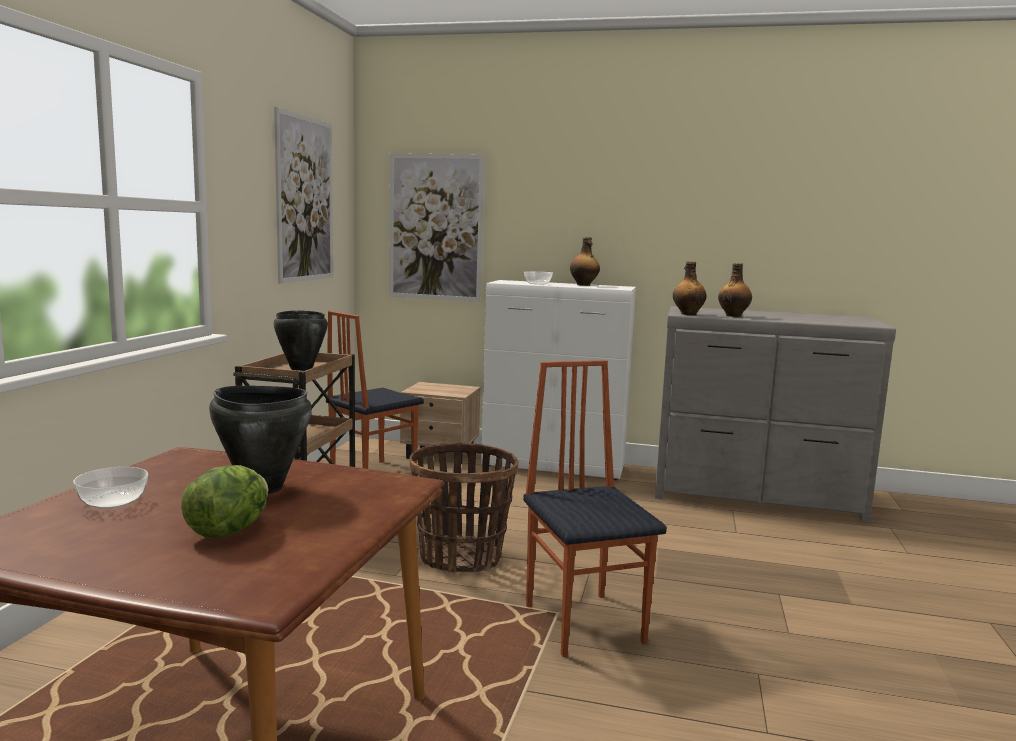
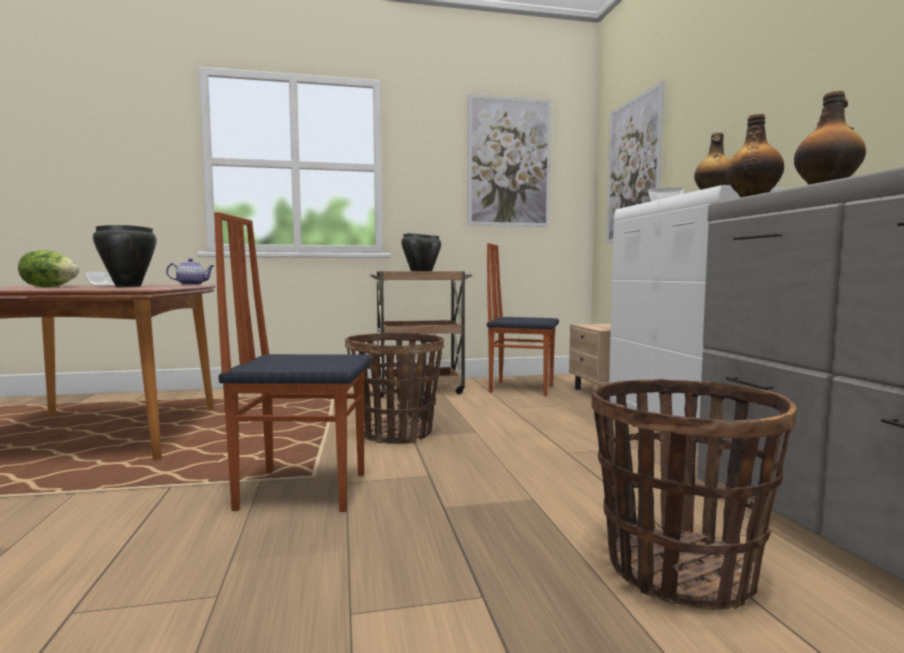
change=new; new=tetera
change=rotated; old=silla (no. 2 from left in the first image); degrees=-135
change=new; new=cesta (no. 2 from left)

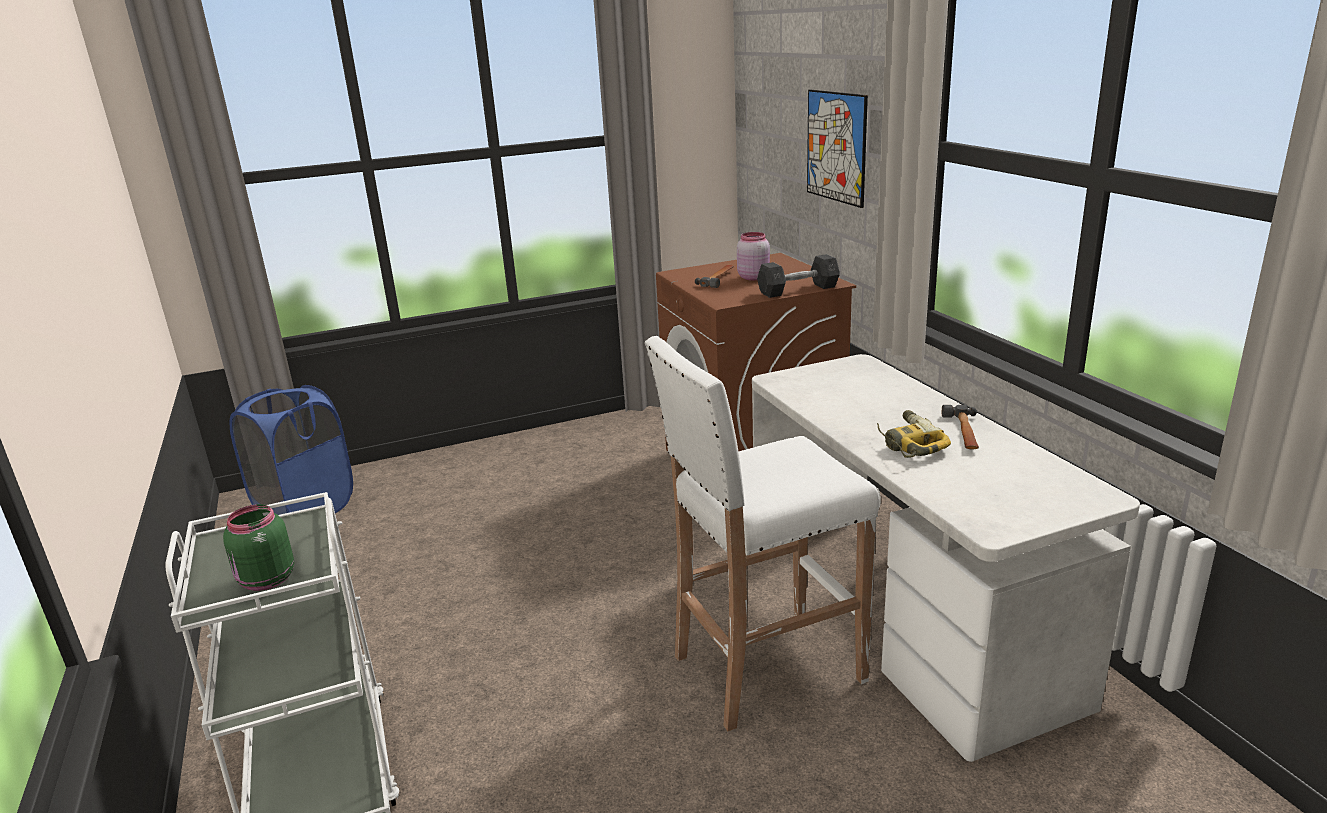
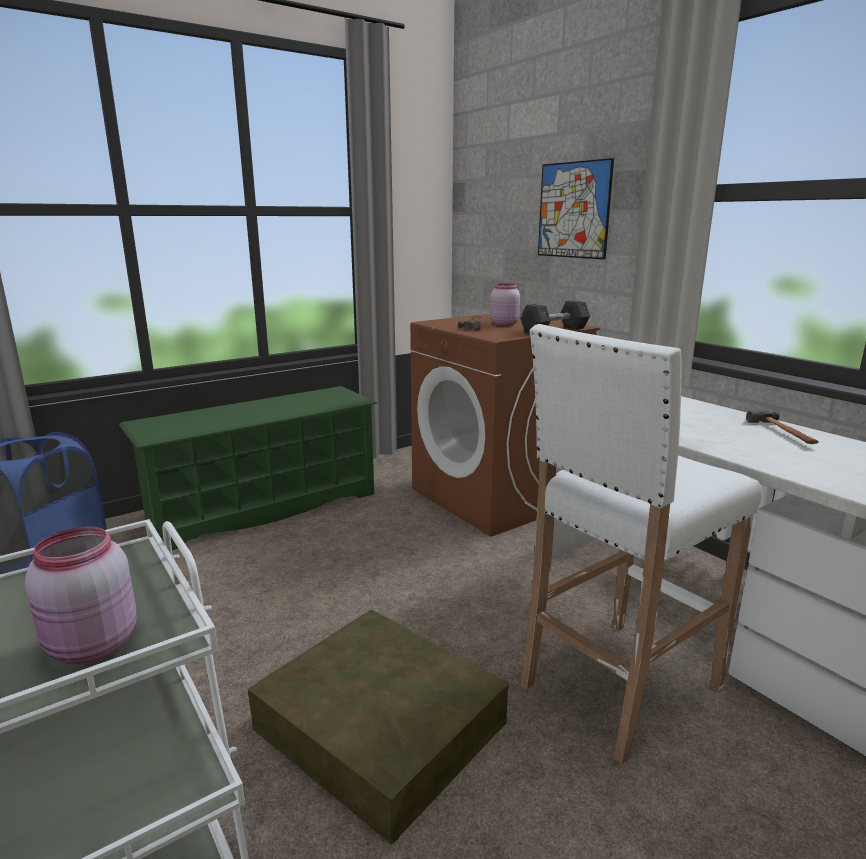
change=repainted; old=tarro/verde; new=tarro/rosa (no. 1 from left)
change=new; new=zapatero/verde
change=new; new=caja de almacenaje/marrón
change=gone; old=taladro

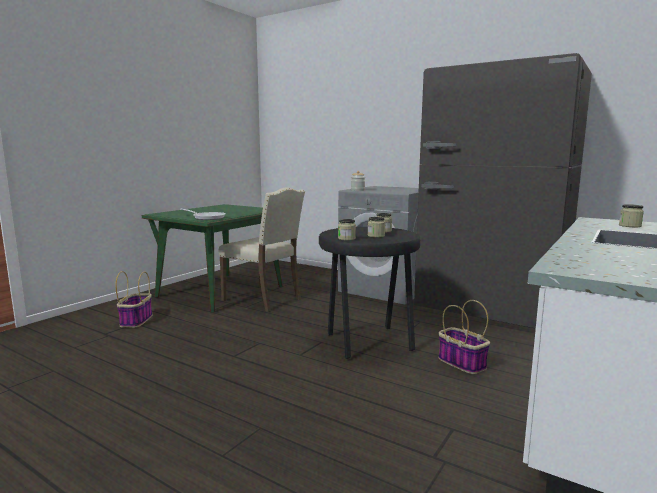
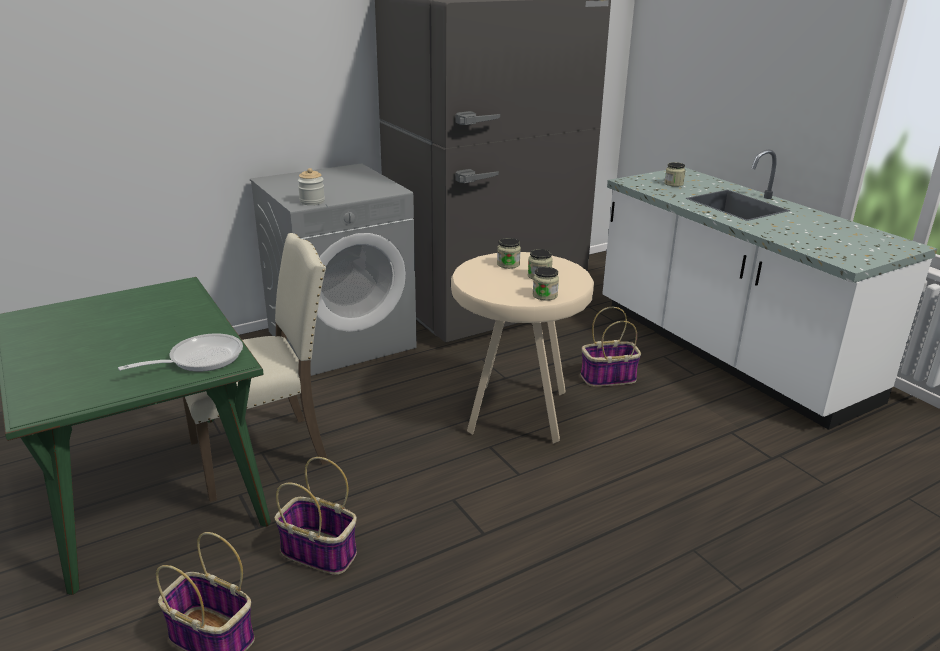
change=new; new=cesta (no. 2 from left)
change=repainted; old=taburete/negro; new=taburete/beis

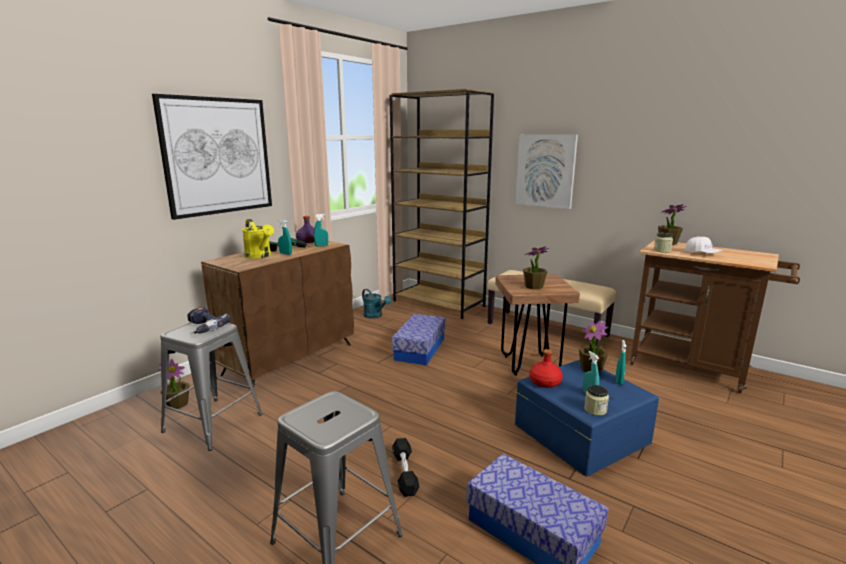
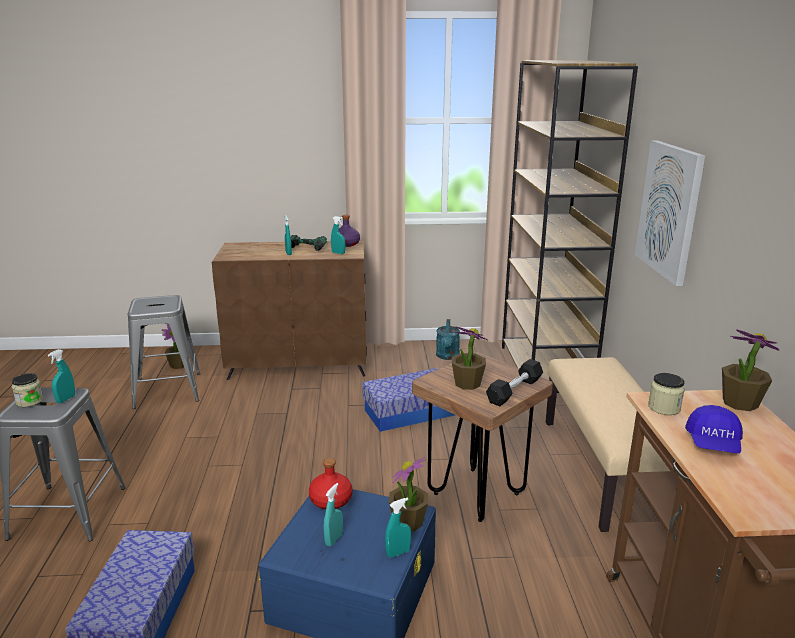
change=shifted; old=tarro (no. 1 from left)
change=new; new=pulverizador/turquesa (no. 1 from left)
change=shifted; old=mancuerna/negro
change=repainted; old=gorra/blanco; new=gorra/azul
change=gone; old=cuadro (no. 1 from left)
change=gone; old=taladro (no. 1 from left)
change=gone; old=regadera/amarillo

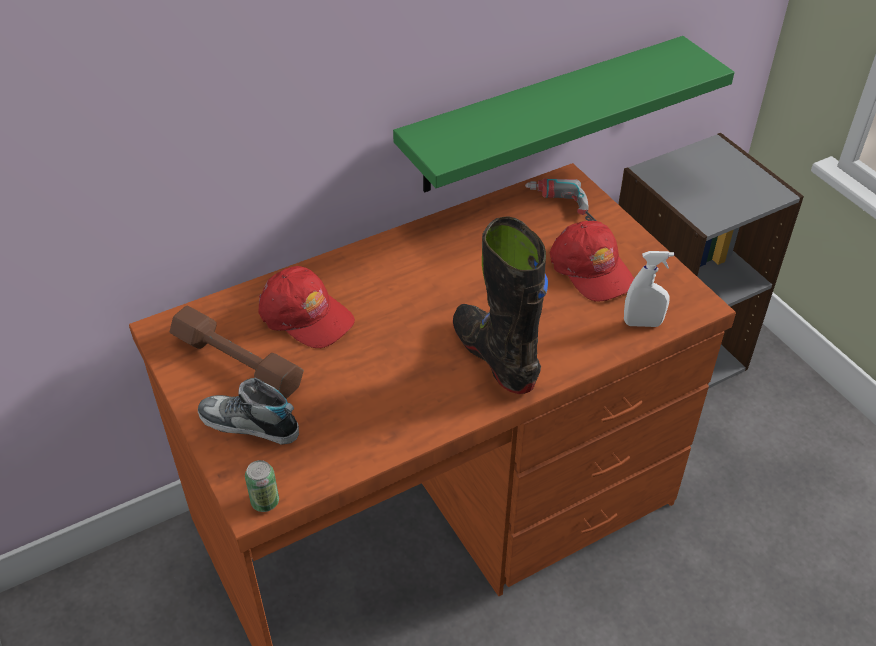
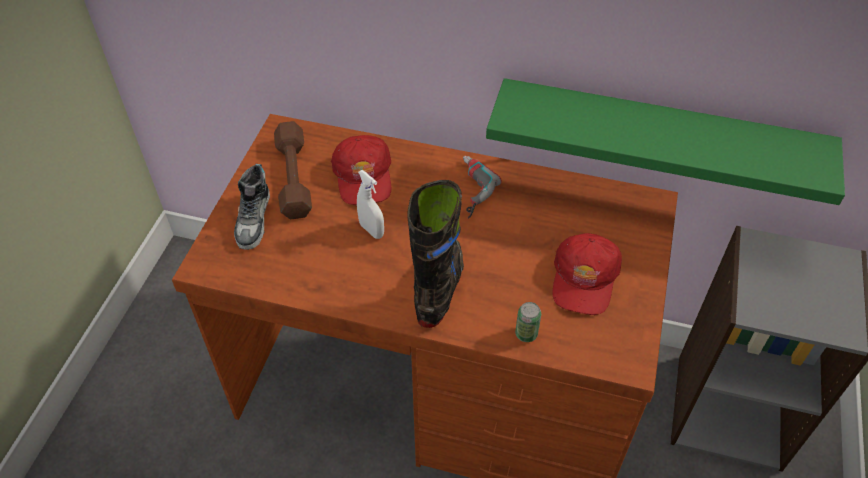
change=rotated; old=zapato; degrees=-150
change=shifted; old=pulverizador/blanco
change=shifted; old=taladro
change=shifted; old=lata

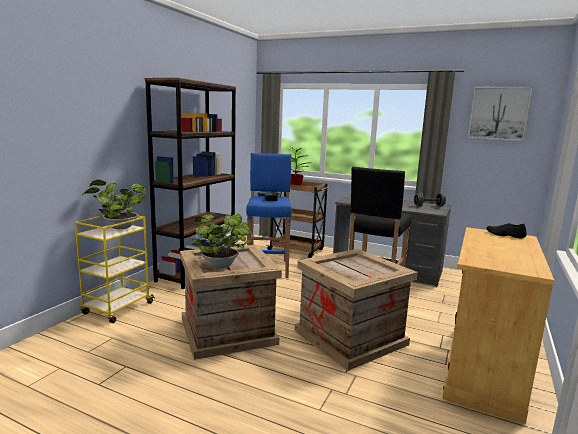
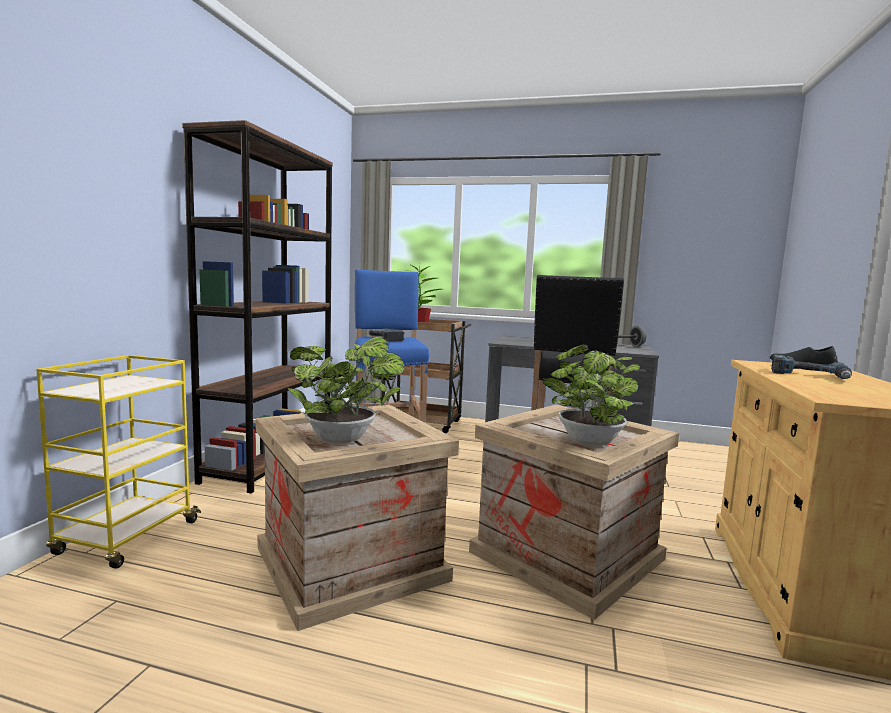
change=shifted; old=planta en maceta (no. 1 from left in the first image); new=planta en maceta (no. 3 from left)
change=new; new=taladro (no. 2 from left)
change=gone; old=cuadro

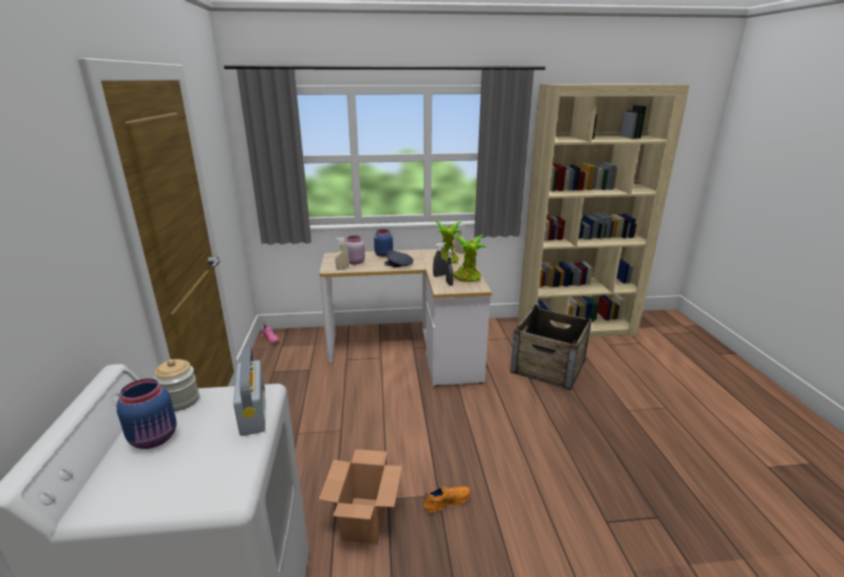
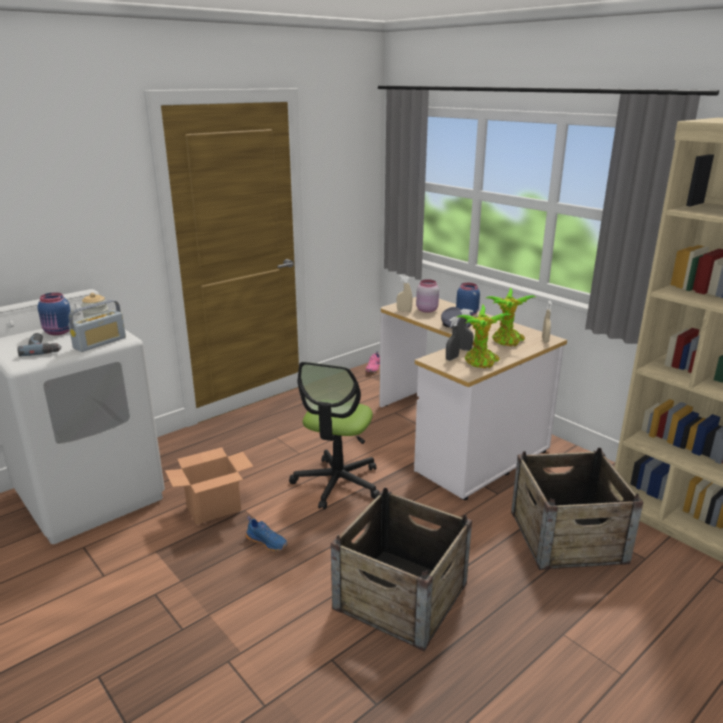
change=new; new=taladro
change=repainted; old=zapato/naranja; new=zapato/azul
change=new; new=silla de oficina
change=new; new=caja de embalaje (no. 1 from left)

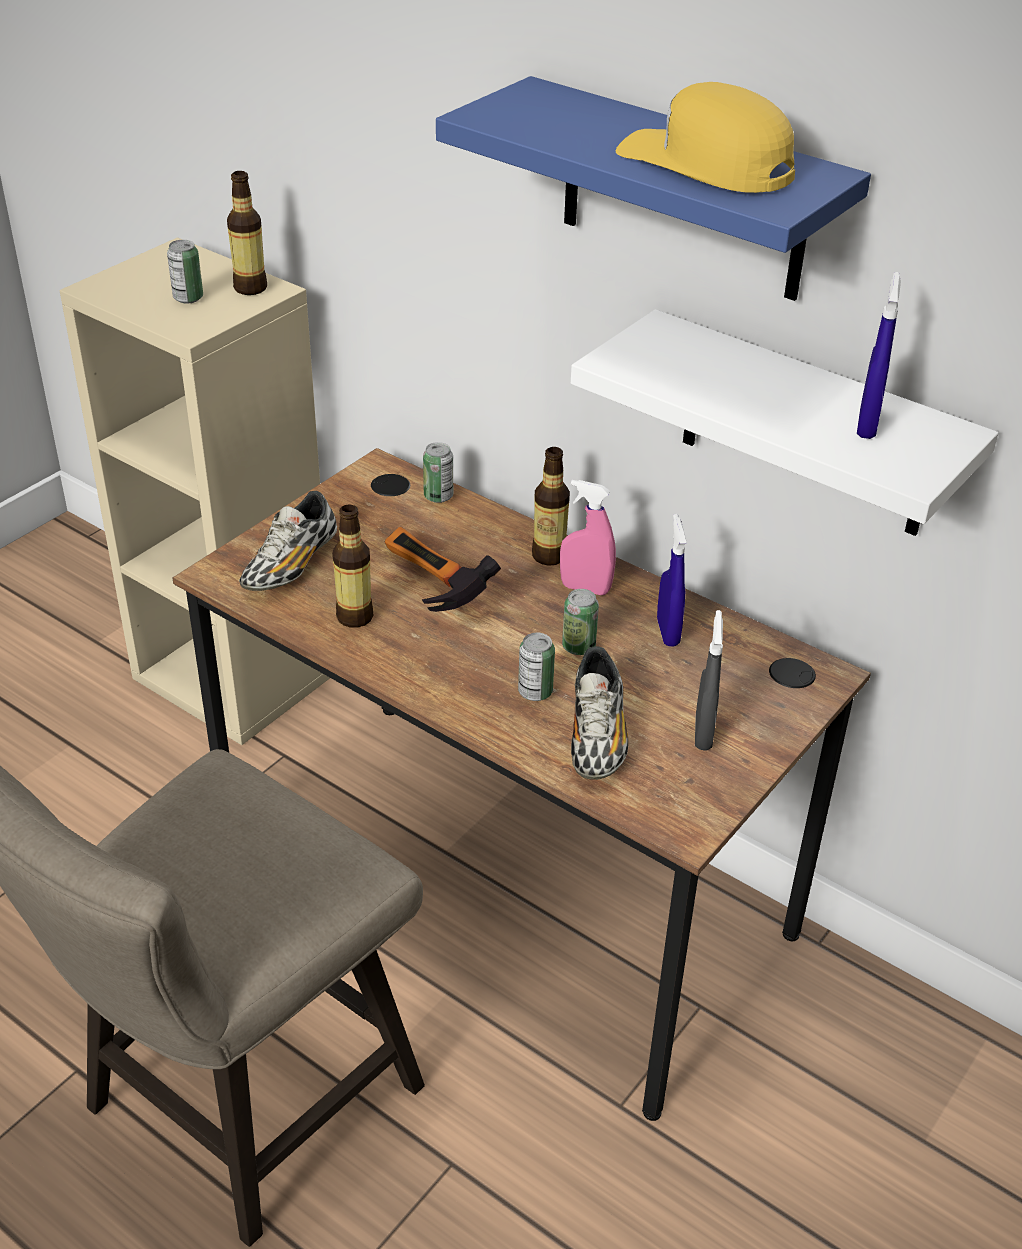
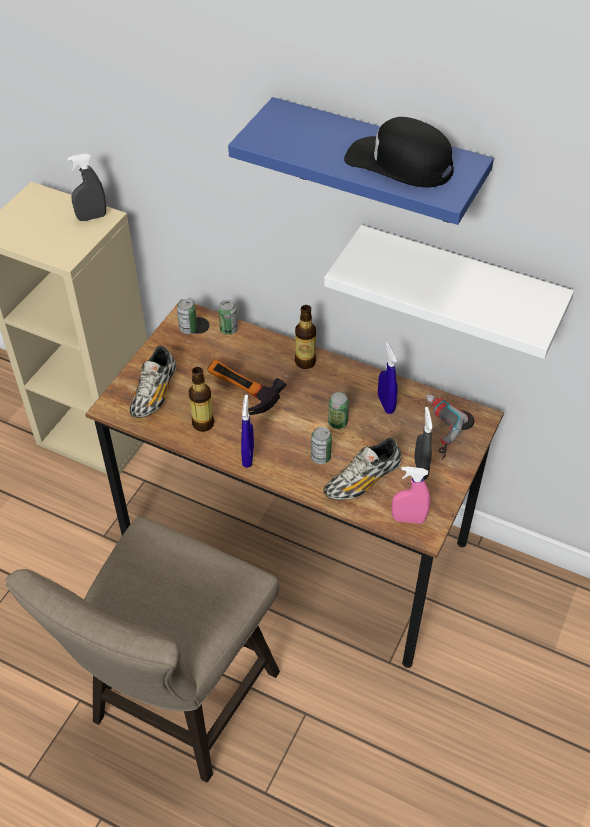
change=swapped; old=botella (no. 1 from left); new=pulverizador/gris (no. 1 from left)
change=shifted; old=lata (no. 1 from left)
change=shifted; old=pulverizador/azul (no. 2 from left in the first image); new=pulverizador/azul (no. 1 from left)
change=rotated; old=zapato (no. 2 from left); degrees=60
change=repainted; old=gorra/amarillo; new=gorra/negro
change=shifted; old=pulverizador/rosa
change=new; new=taladro

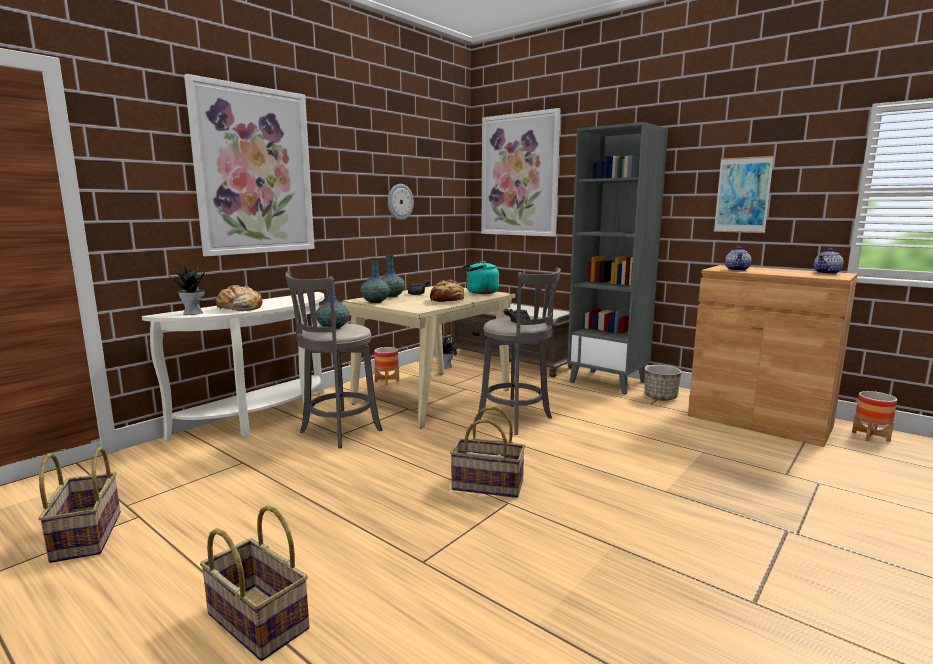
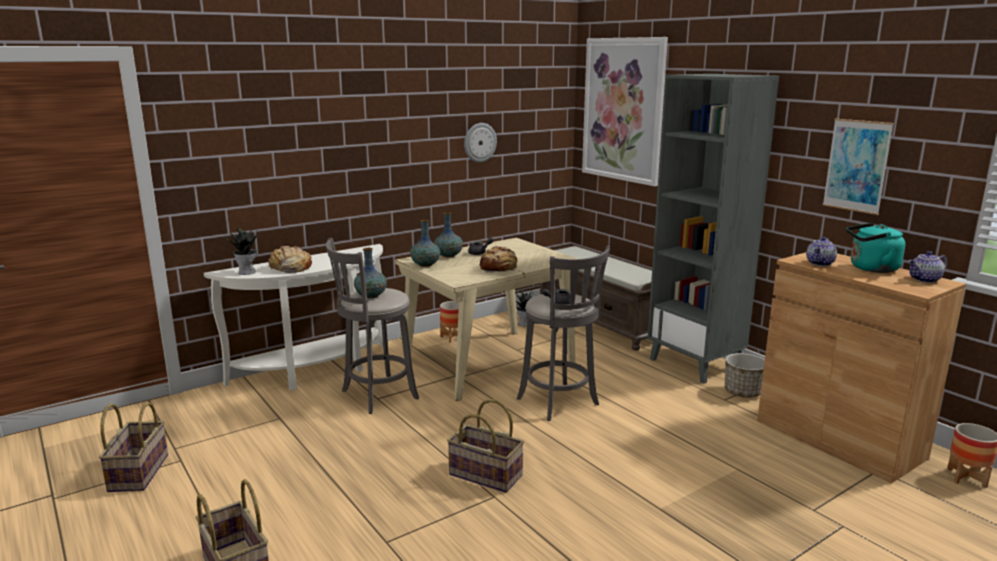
change=shifted; old=hervidor/turquesa
change=gone; old=cuadro (no. 1 from left)

